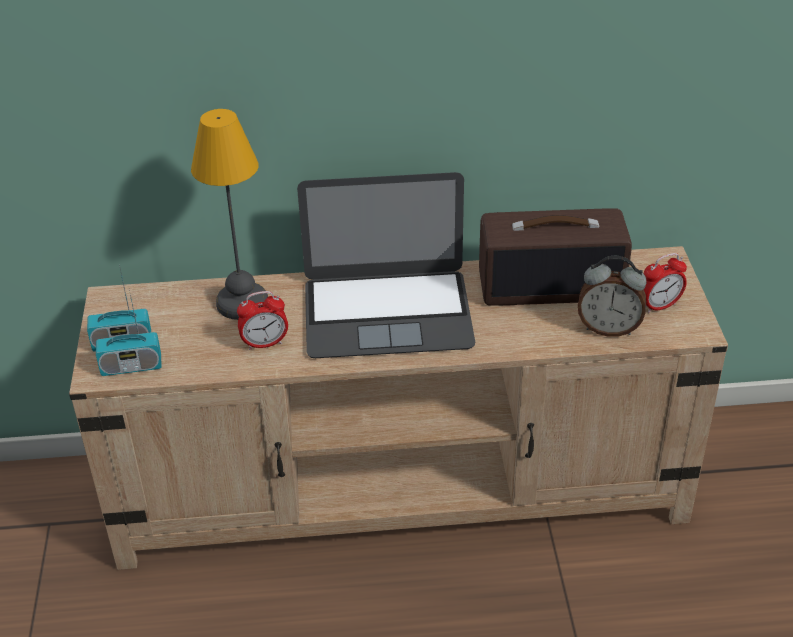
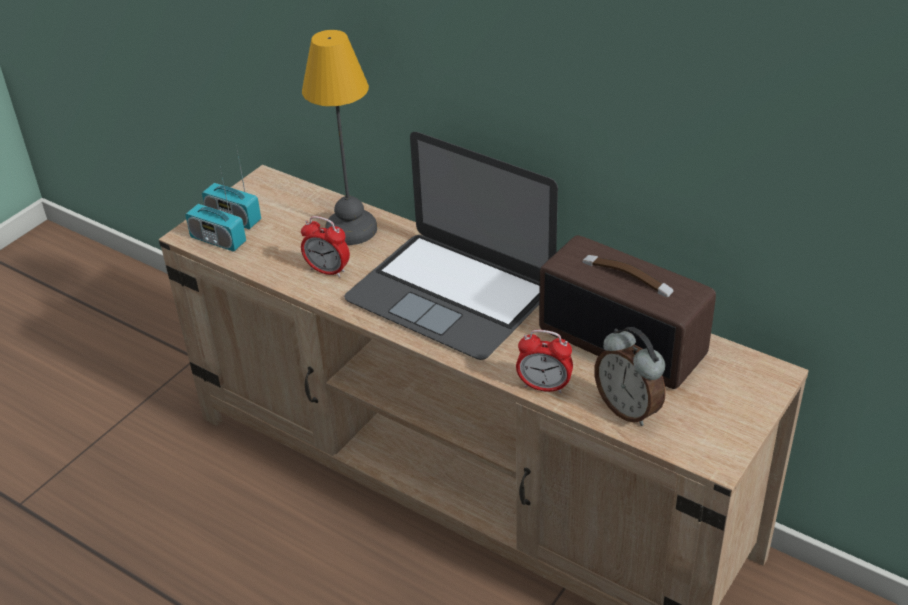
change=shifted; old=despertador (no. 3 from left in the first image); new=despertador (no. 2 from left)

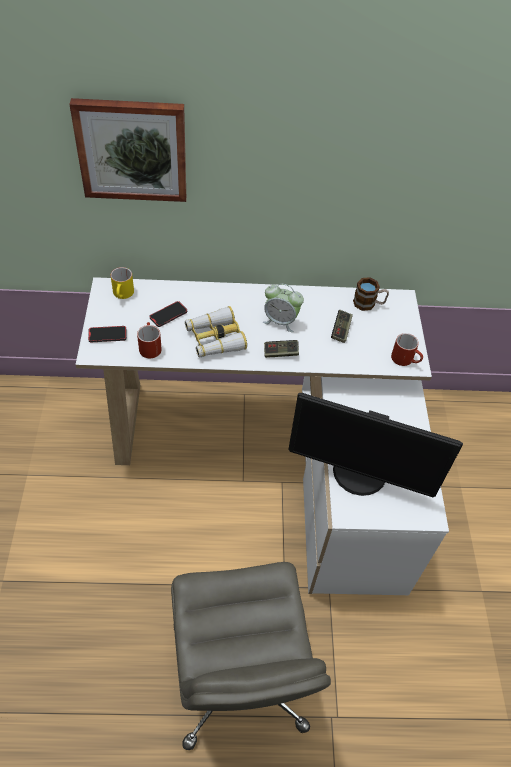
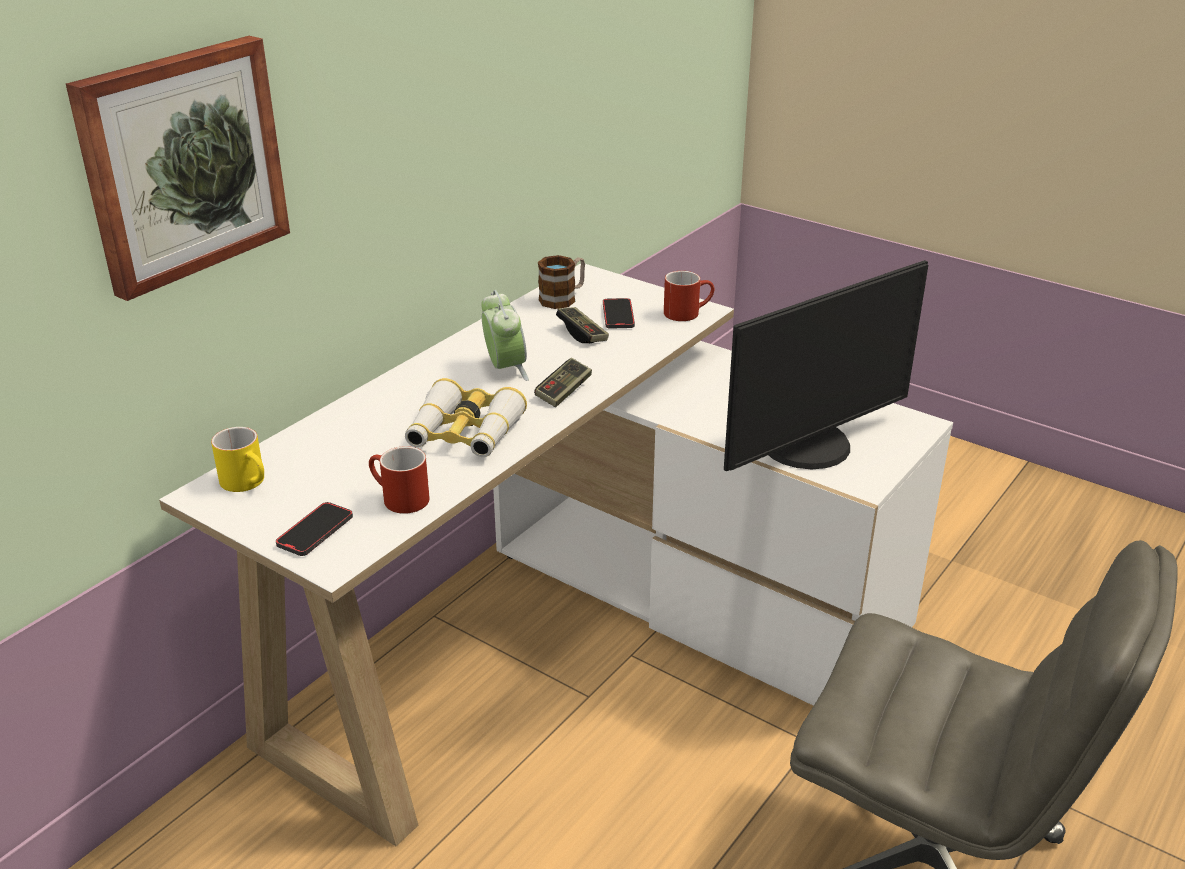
change=rotated; old=despertador; degrees=-75
change=shifted; old=móvil (no. 2 from left)

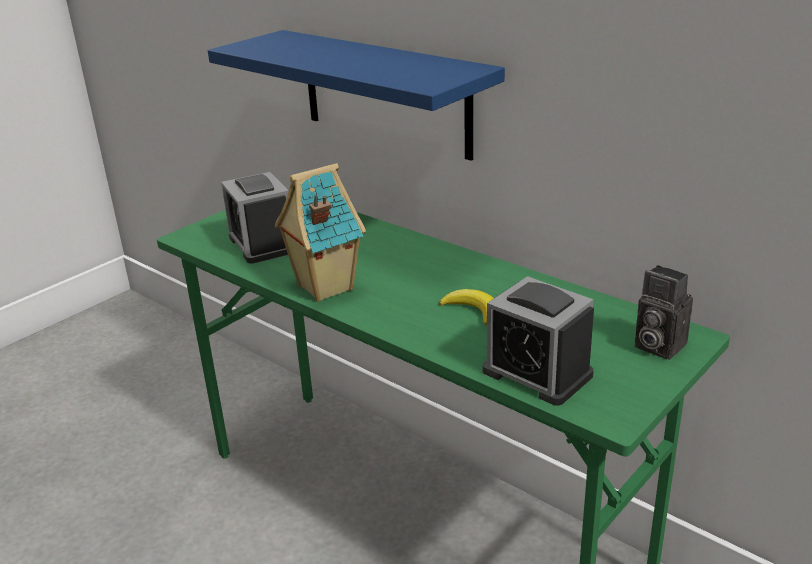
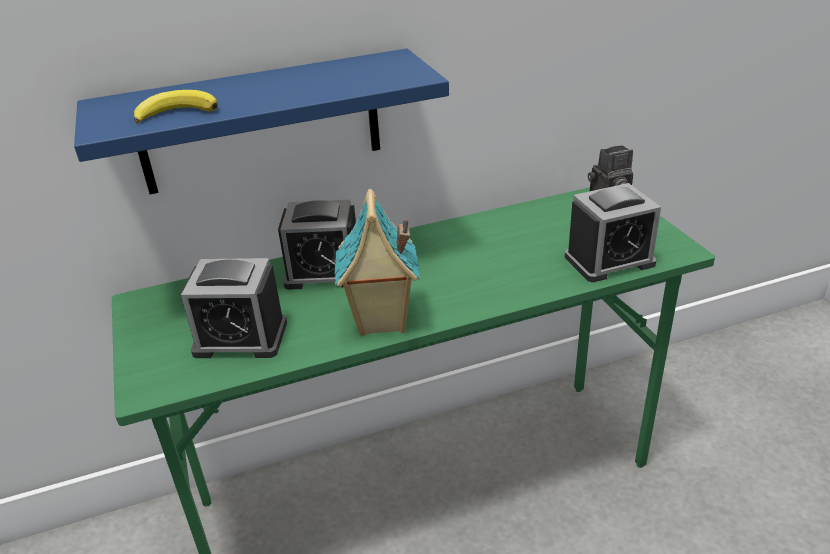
change=shifted; old=plátano
change=new; new=despertador (no. 2 from left)

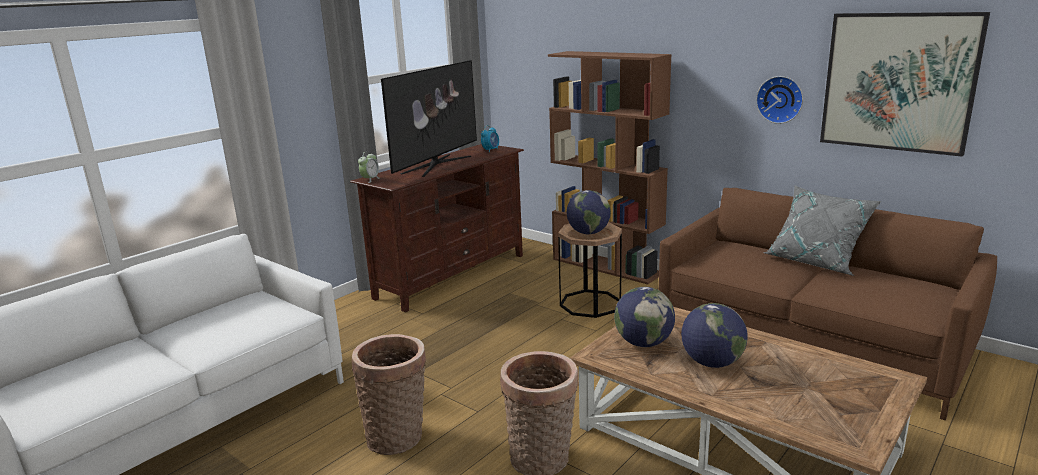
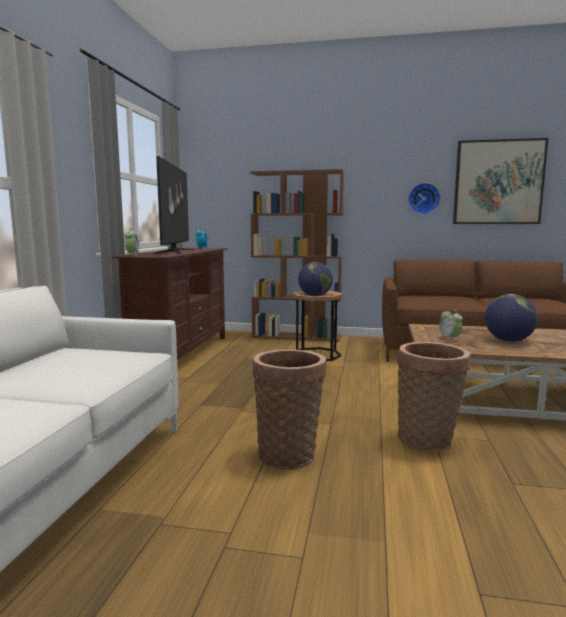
change=swapped; old=globo terráqueo (no. 2 from left); new=despertador (no. 3 from left)
change=gone; old=cojín/gris

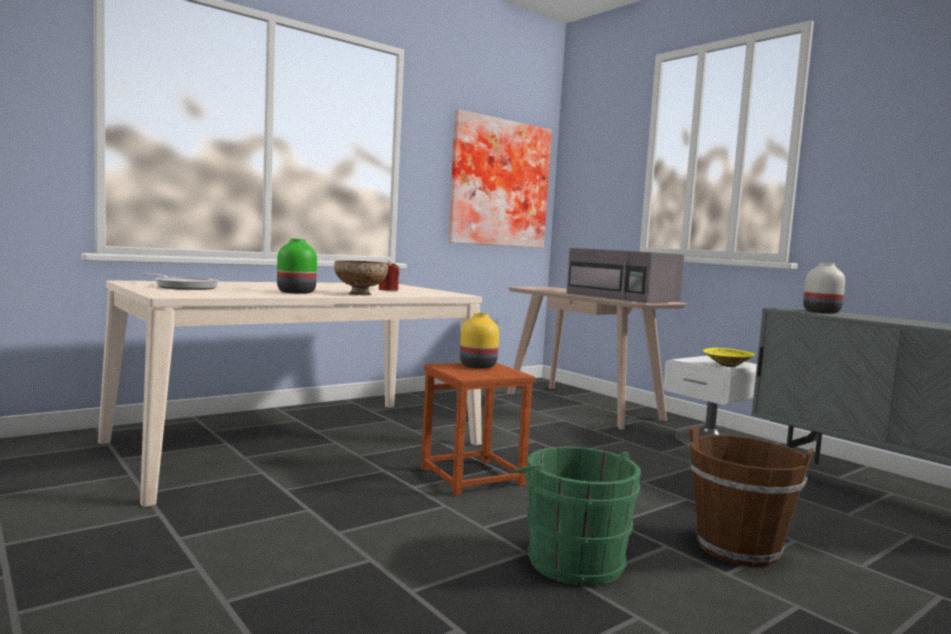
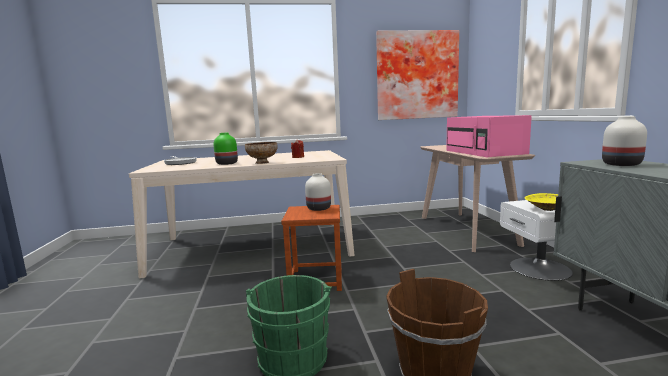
change=repainted; old=florero/amarillo; new=florero/blanco (no. 1 from left)
change=repainted; old=microondas/gris; new=microondas/rosa

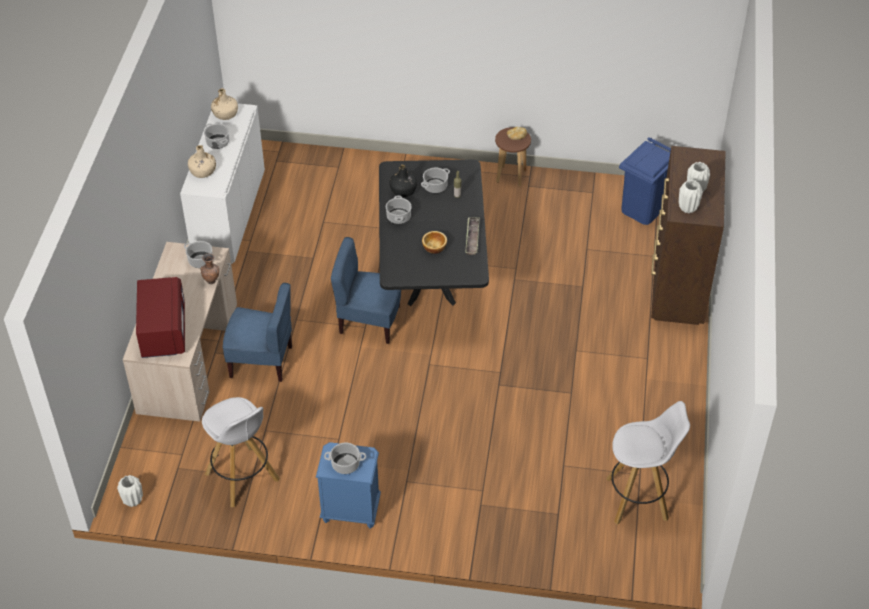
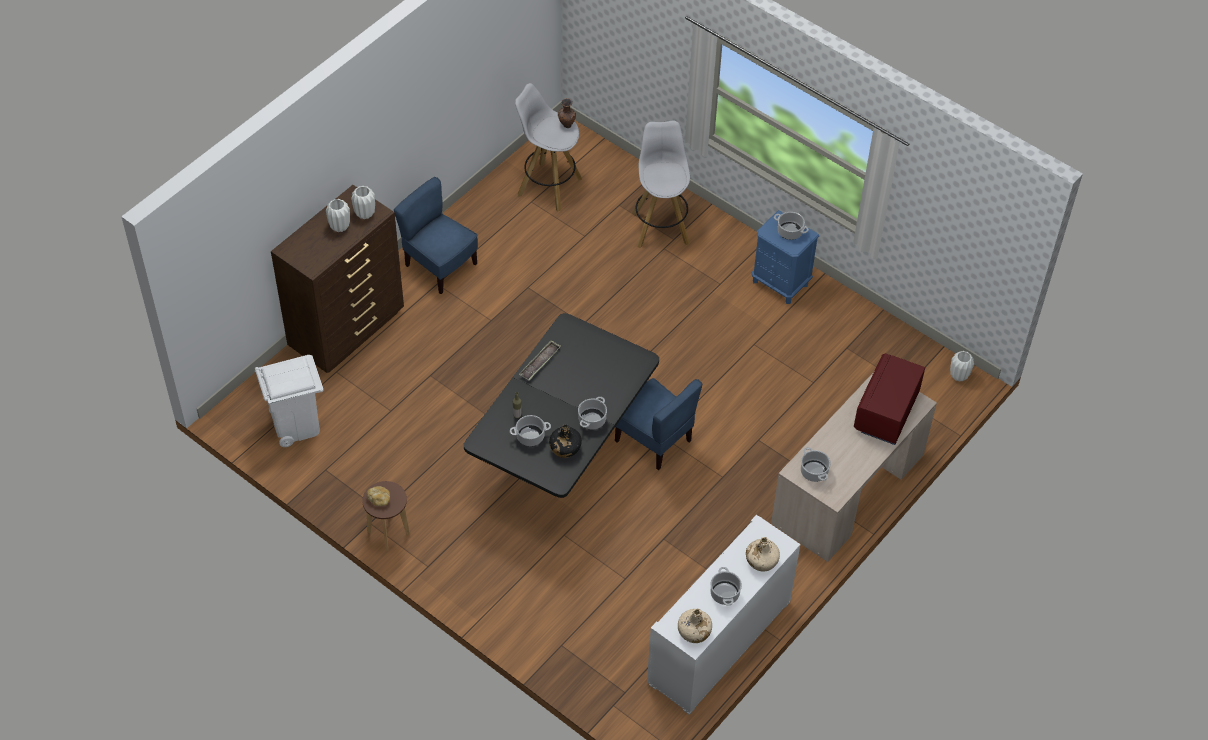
change=repainted; old=papelera/azul; new=papelera/blanco
change=shifted; old=silla/azul (no. 1 from left)
change=shifted; old=florero/marrón
change=shifted; old=taburete/blanco (no. 1 from left in the first image); new=taburete/blanco (no. 2 from left)
change=gone; old=cuenco

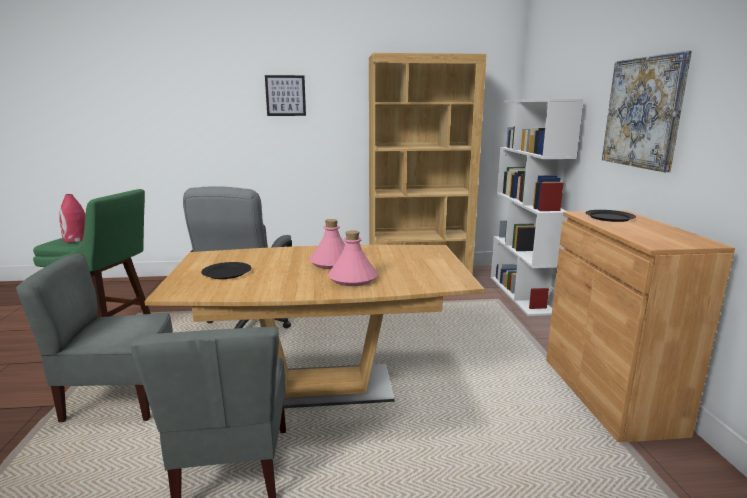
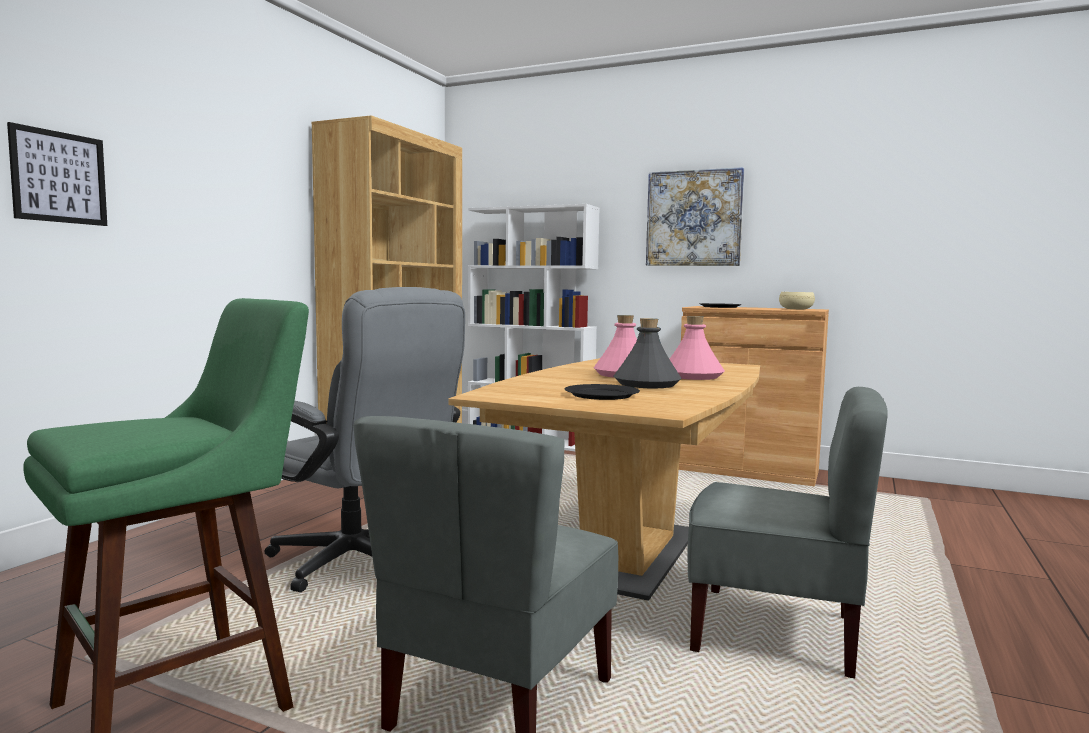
change=shifted; old=cuadro (no. 1 from left)
change=new; new=botella/gris
change=new; new=cuenco/beis
change=gone; old=florero/rojo

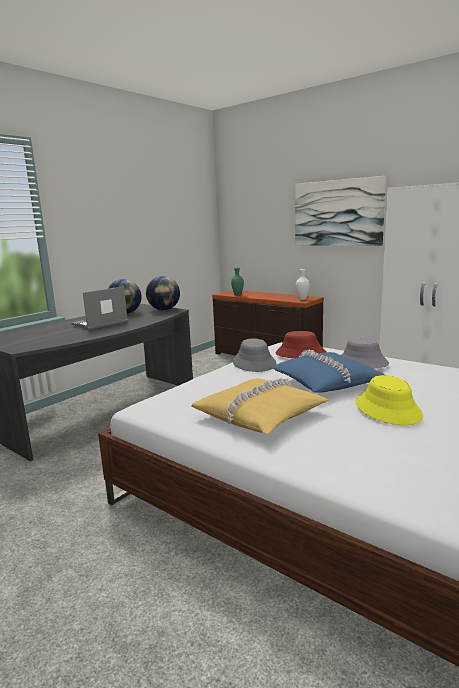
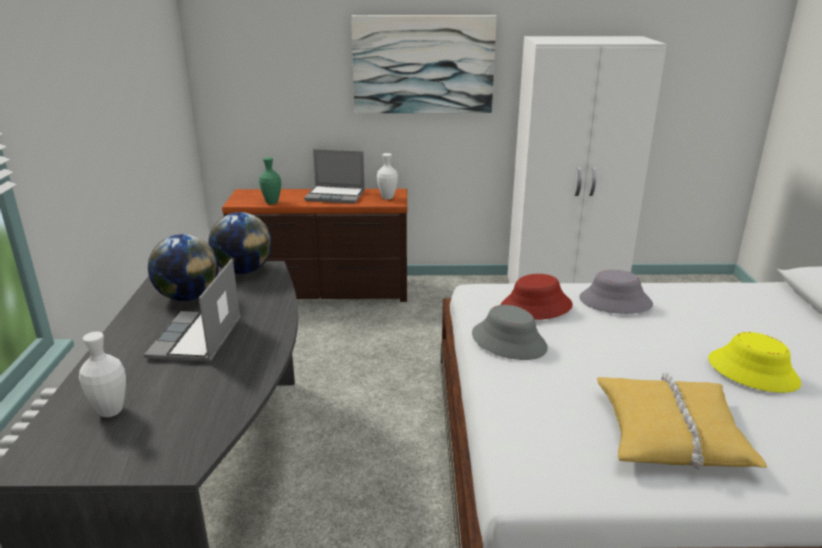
change=new; new=florero/blanco (no. 1 from left)
change=new; new=portátil (no. 2 from left)
change=gone; old=cojín/azul

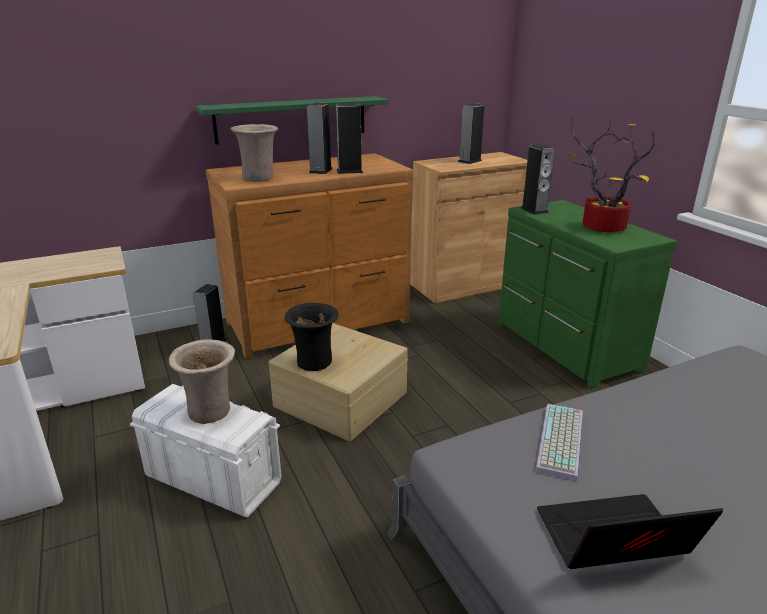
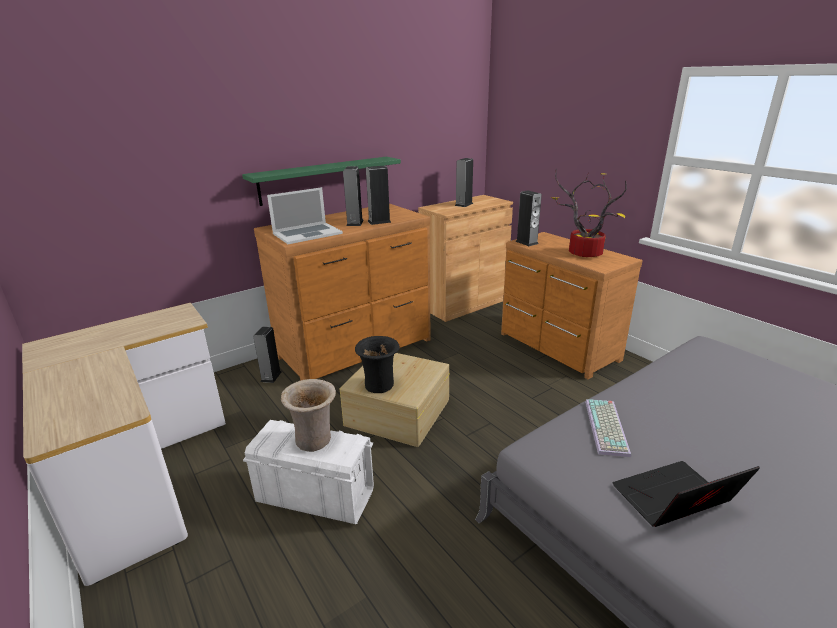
change=swapped; old=florero/beis (no. 2 from left); new=portátil (no. 1 from left)
change=repainted; old=cómoda/verde; new=cómoda/marrón (no. 2 from left)

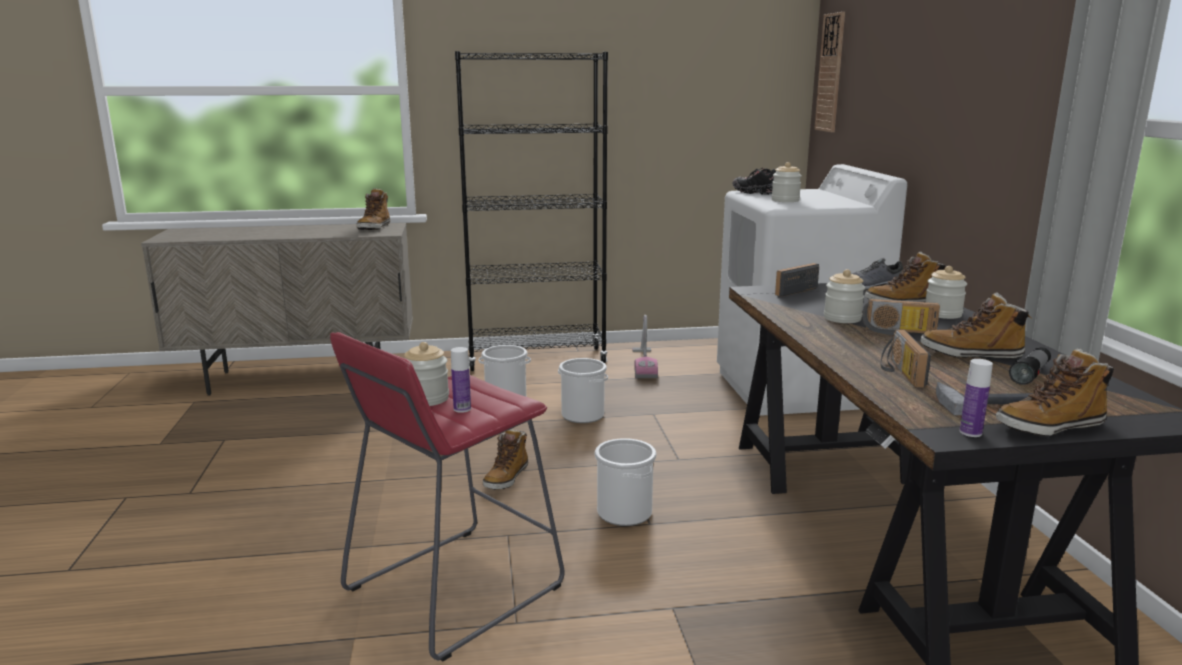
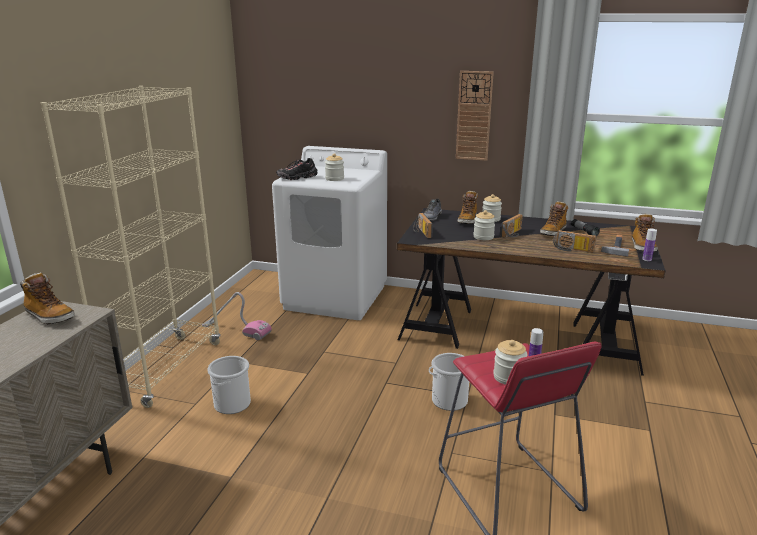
change=repainted; old=estantería/negro; new=estantería/beis
change=shifted; old=reloj de pared
change=gone; old=bota (no. 2 from left)
change=gone; old=cubo (no. 2 from left)

